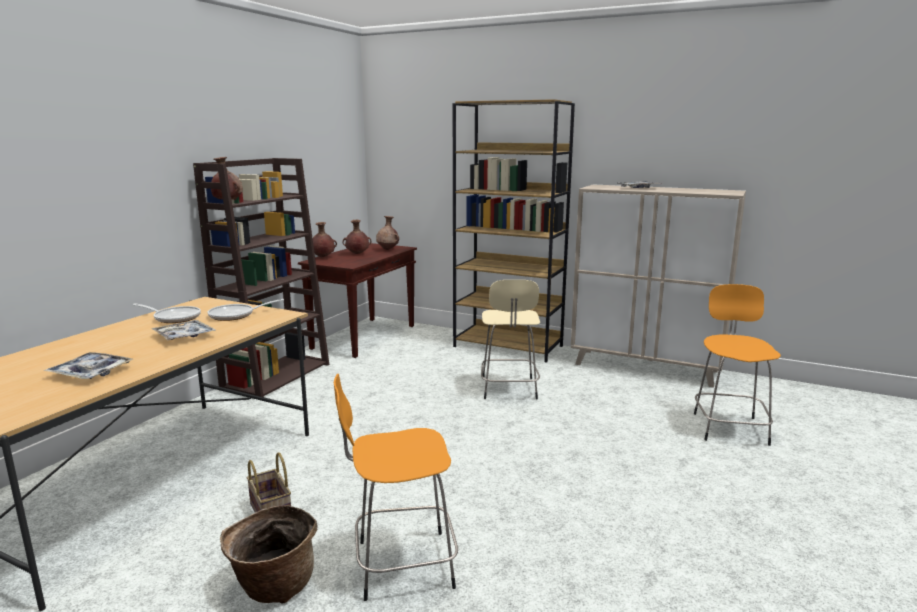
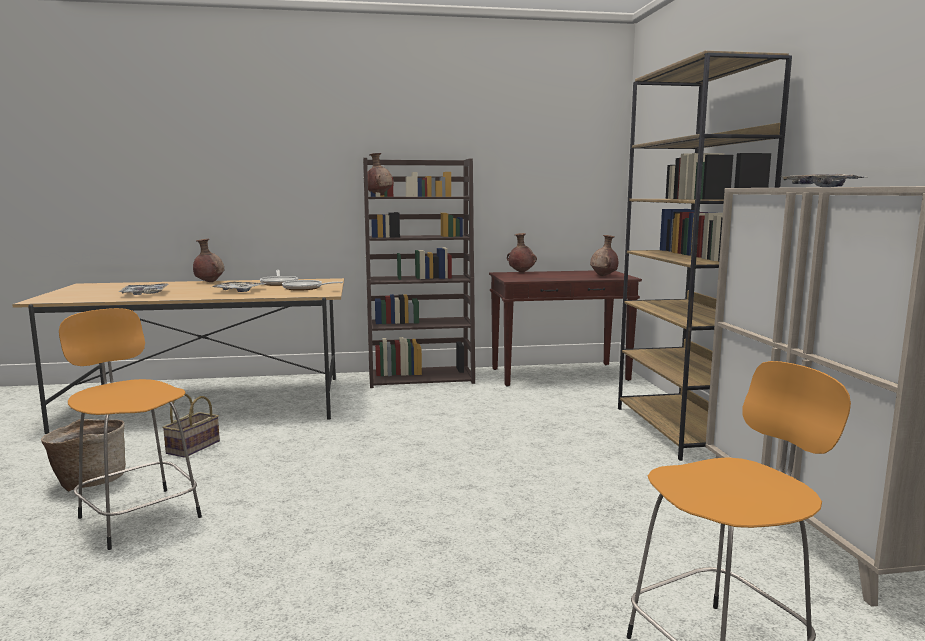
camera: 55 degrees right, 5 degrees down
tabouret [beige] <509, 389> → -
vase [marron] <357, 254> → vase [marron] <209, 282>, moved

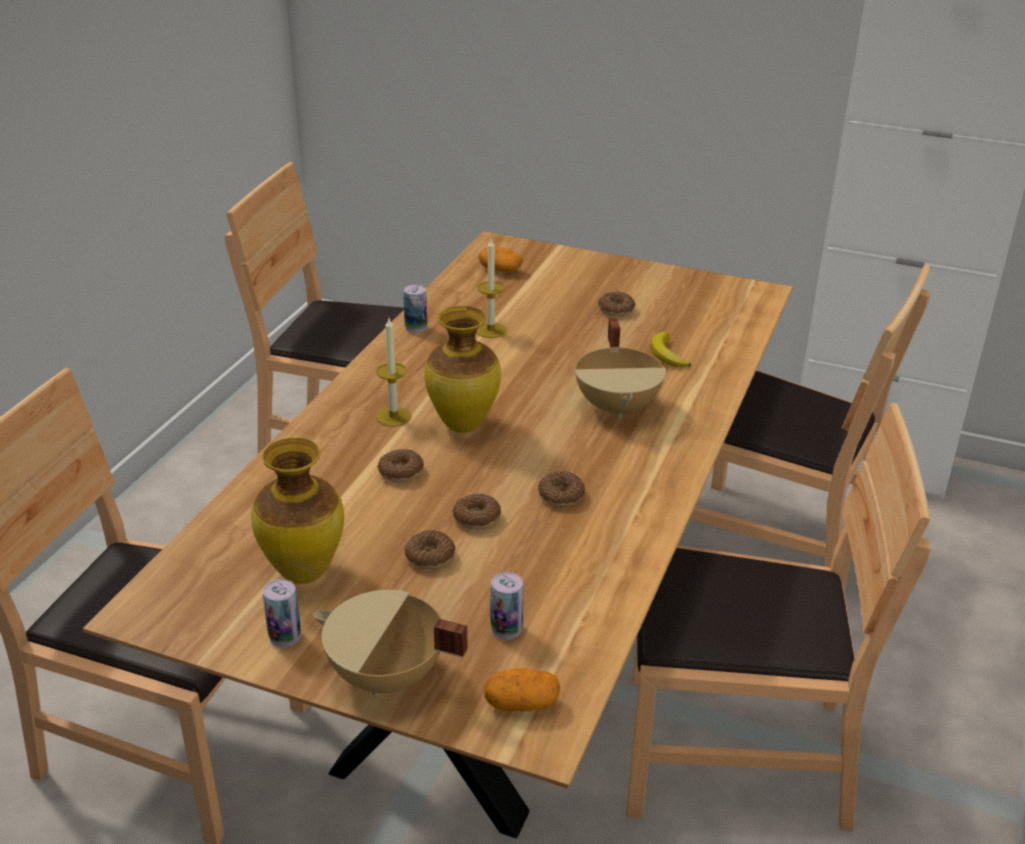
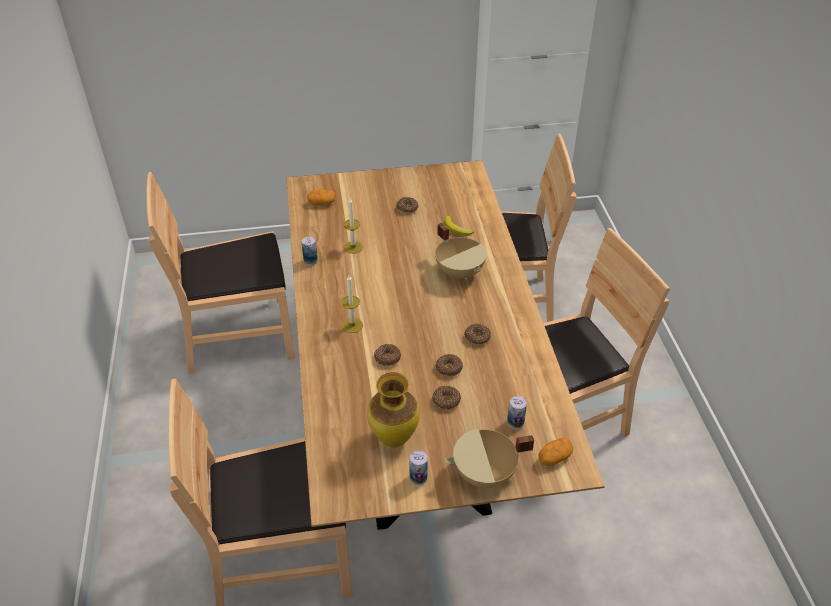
camera: 30 degrees left, 10 degrees up
vase <464, 426> → -

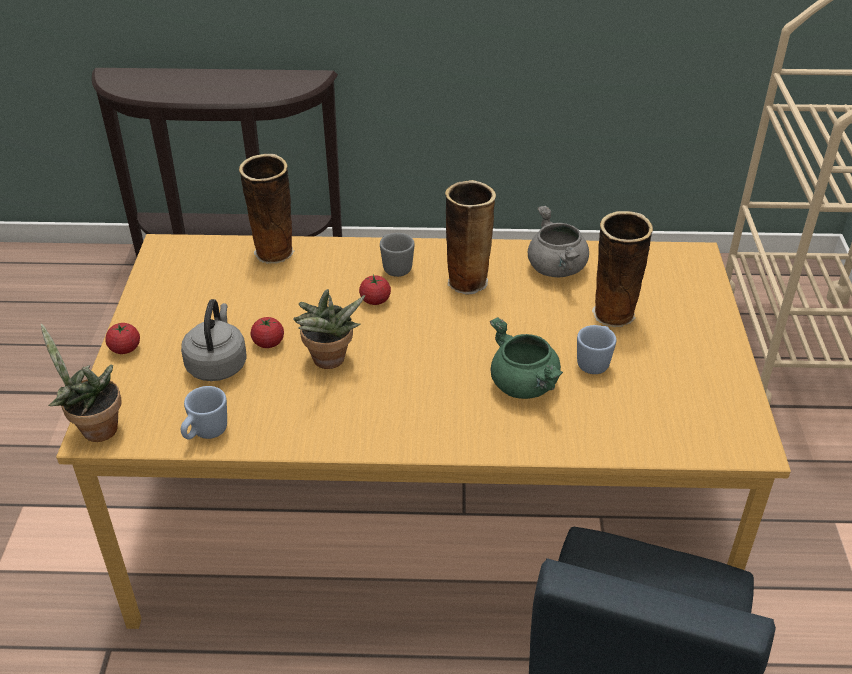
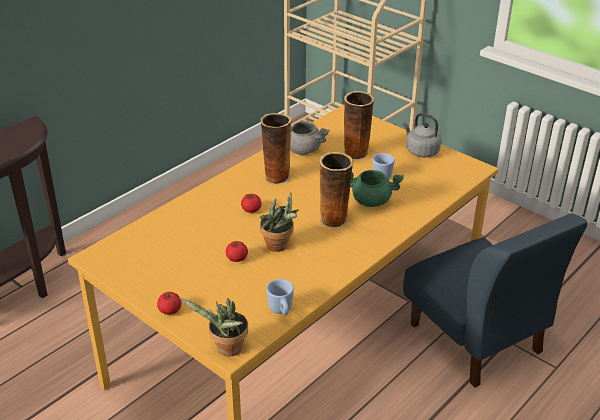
camera: 50 degrees left, 5 degrees down
mug [gris] <395, 267> → -
bouilloire [gris] <217, 364> → bouilloire [gris] <420, 151>, moved
vase <273, 253> → vase <334, 220>, moved

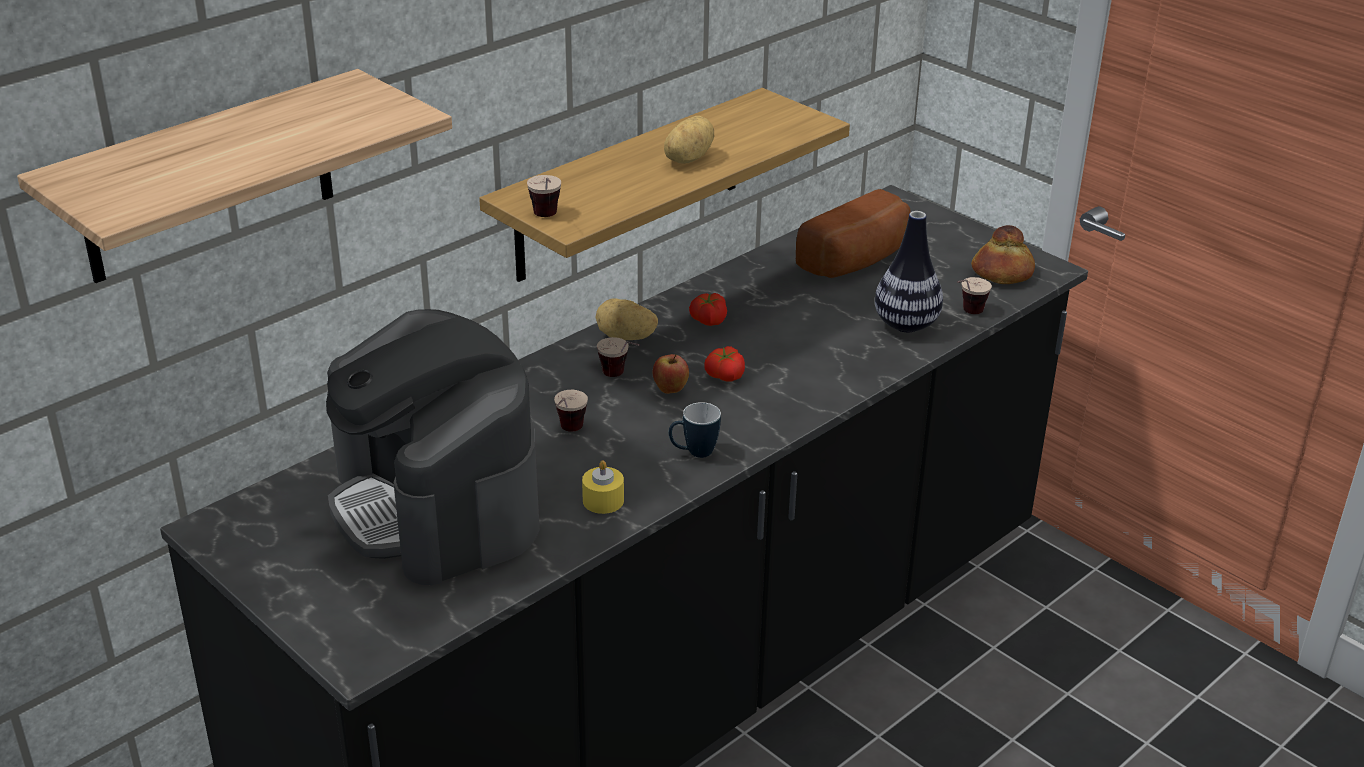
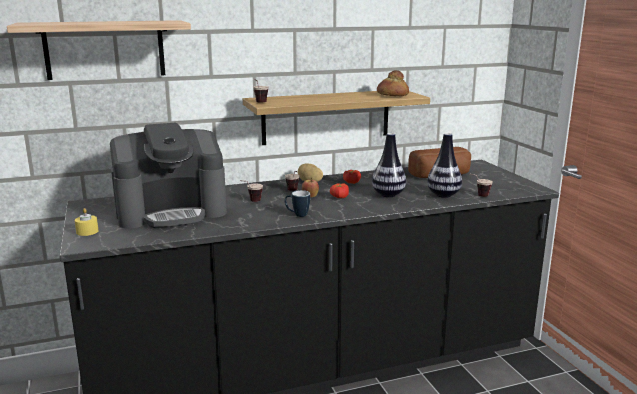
camera: 25 degrees right, 15 degrees down
pomme de terre <686, 158> → -
- → vase <388, 195>
bougie [jaune] <603, 500> → bougie [jaune] <87, 231>, moved
pain <1002, 273> → pain <392, 95>, moved
machine à café <436, 506> → machine à café <172, 211>, 105 degrees counterclockwise

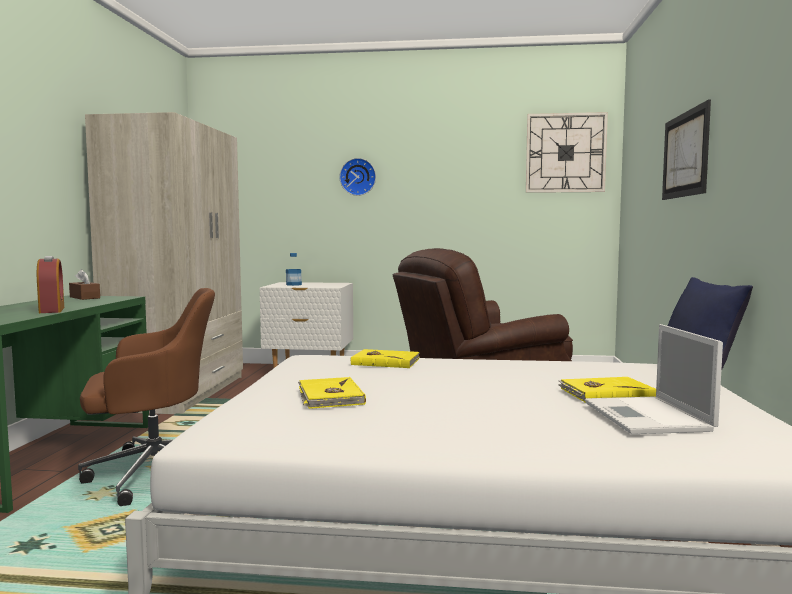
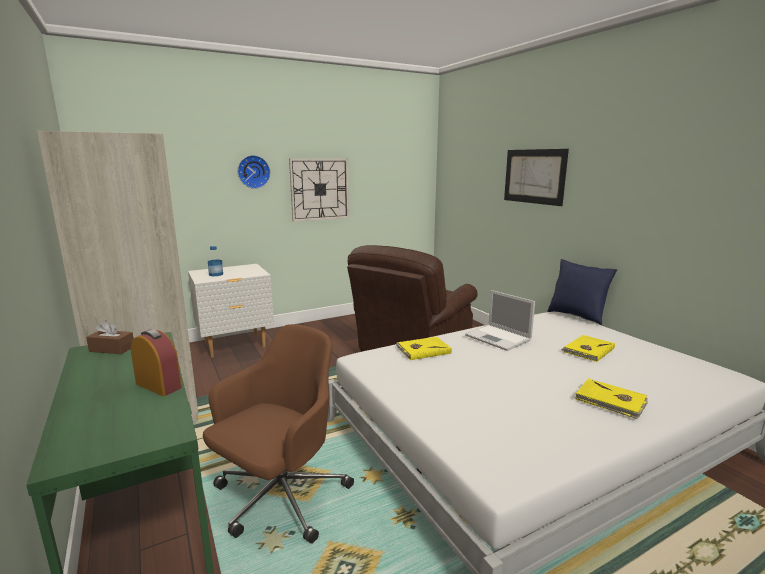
camera: 35 degrees left, 10 degrees up
livre [jaune] <329, 397> → livre [jaune] <610, 401>, moved
horloge murale <565, 153> → horloge murale <319, 189>, moved
ordinateur portable <648, 417> → ordinateur portable <499, 338>, moved

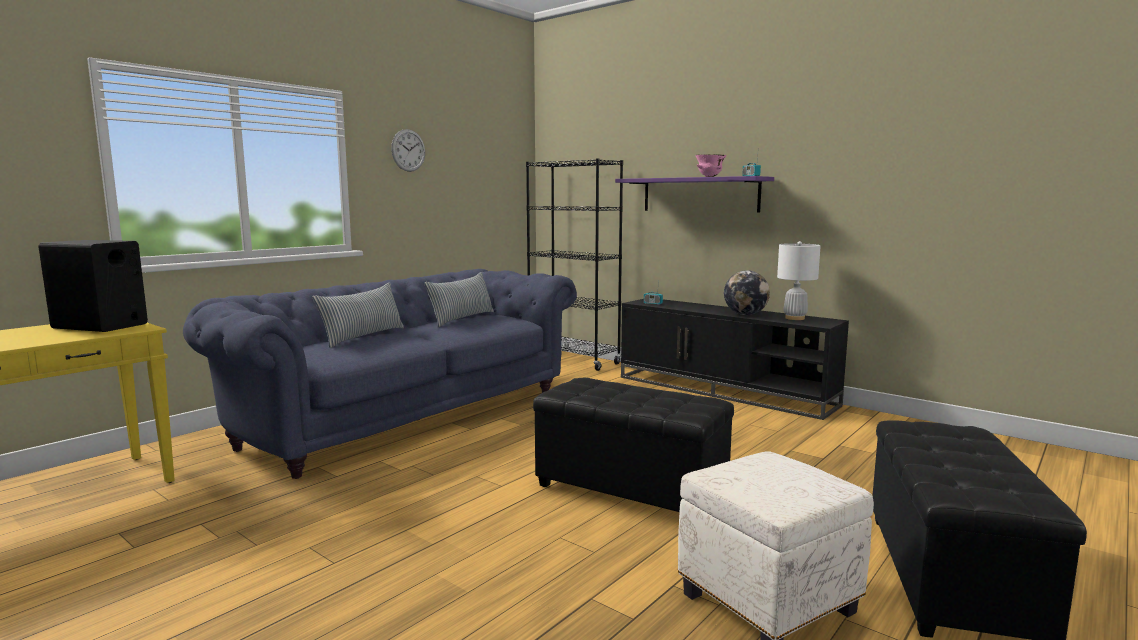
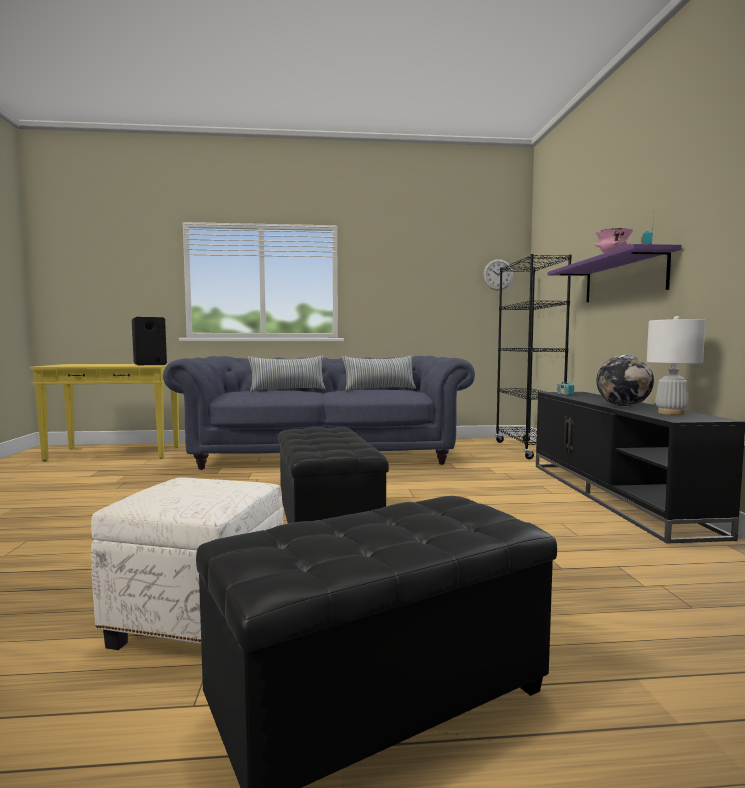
camera: 45 degrees right, 5 degrees down
horloge murale <408, 150> → horloge murale <498, 274>, moved

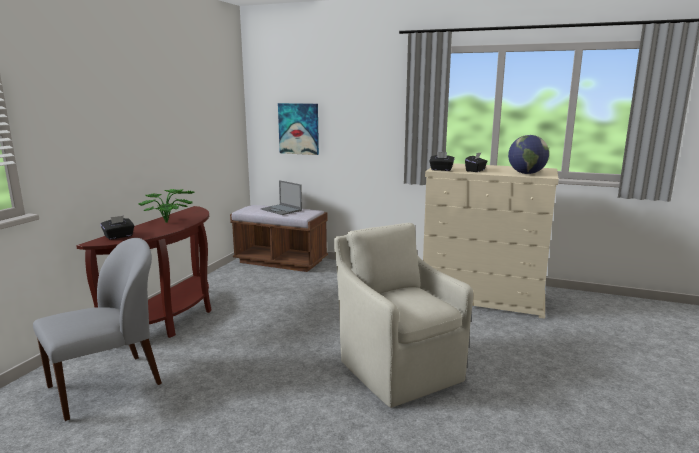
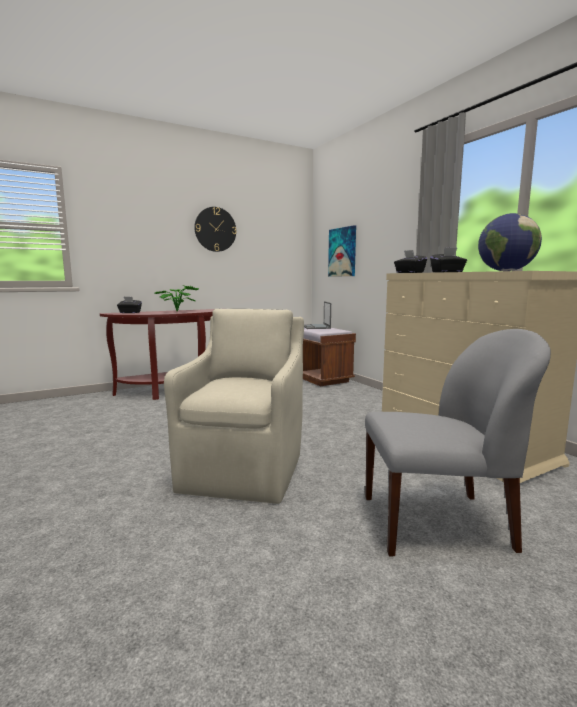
camera: 40 degrees right, 5 degrees down
- → horloge murale <215, 229>
chaise [gris] <108, 385> → chaise [gris] <438, 523>, moved

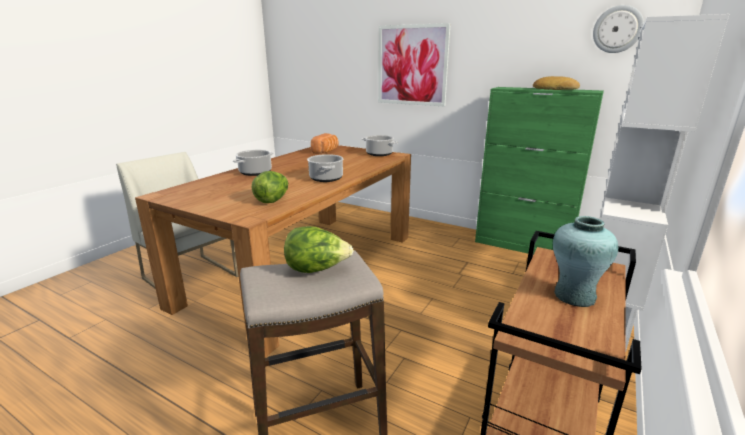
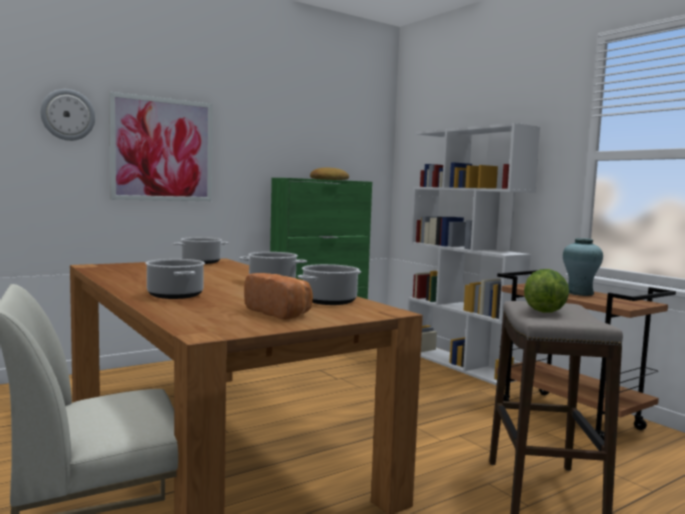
camera: 65 degrees left, 15 degrees down
pain <326, 151> → pain <281, 313>, moved
horloge murale <617, 29> → horloge murale <68, 115>, moved
laitue <273, 200> → marmite <329, 301>

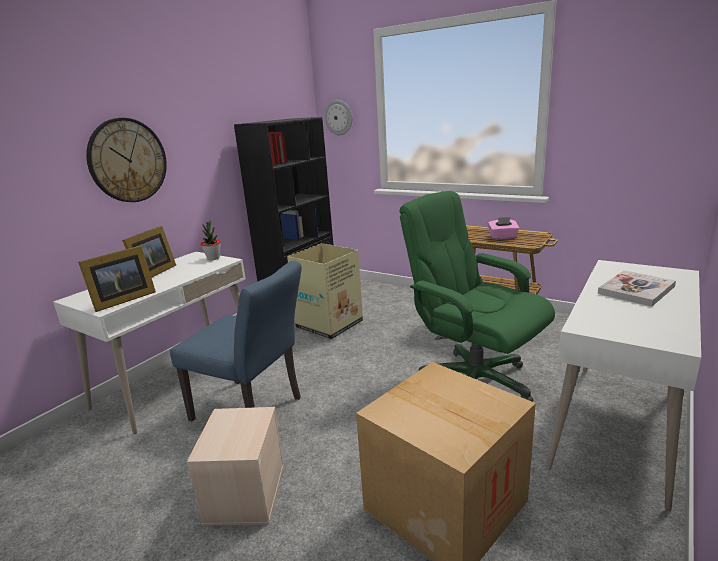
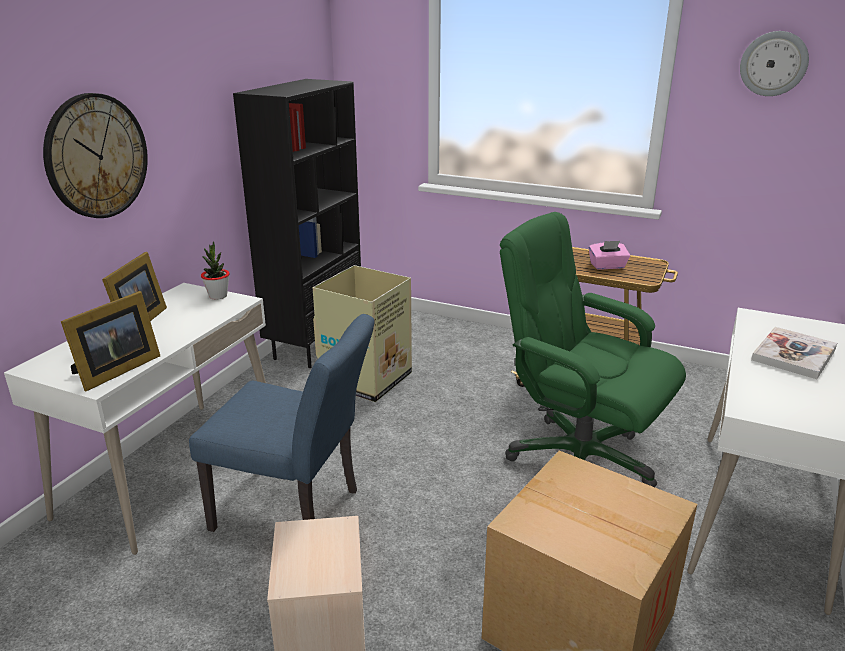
camera: 10 degrees left, 5 degrees up
horloge murale <339, 117> → horloge murale <773, 63>, moved

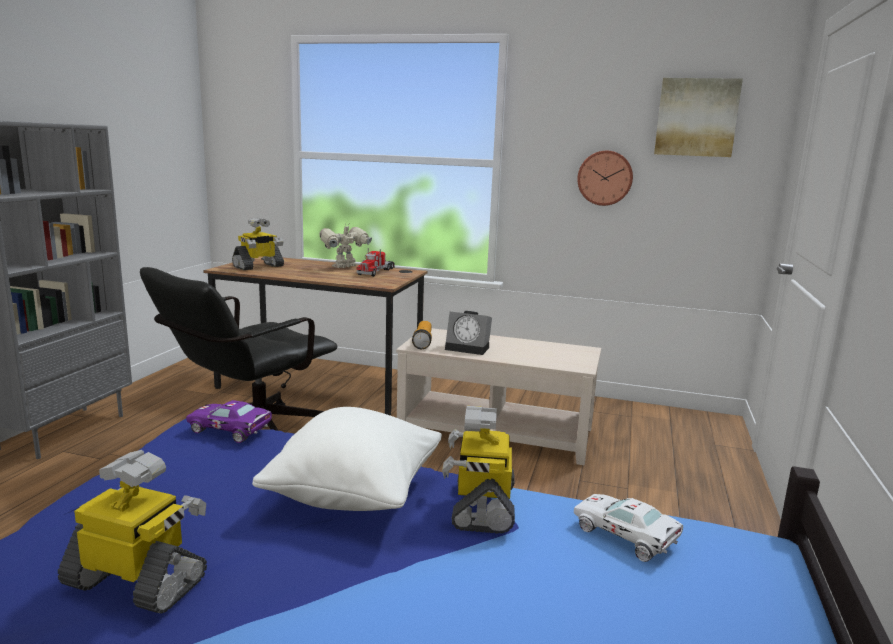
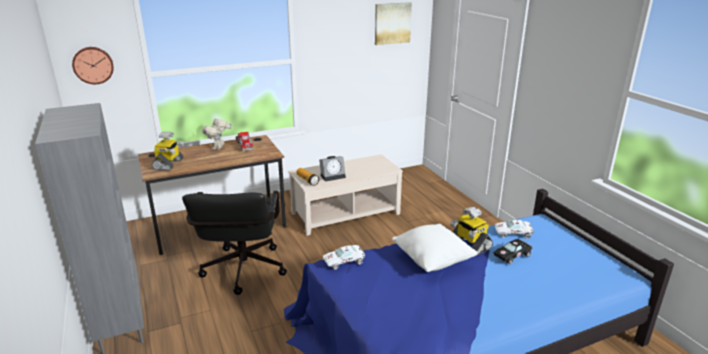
camera: 40 degrees left, 10 degrees up
robot jouet <138, 581> → -
- → petite voiture [noir] <512, 255>
horloge murale <605, 178> → horloge murale <93, 65>, moved
petite voiture [violet] <232, 430> → petite voiture [blanc] <345, 261>

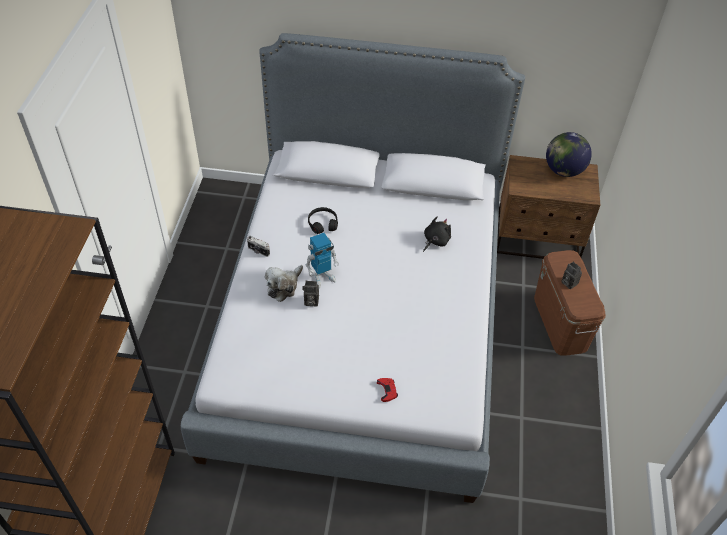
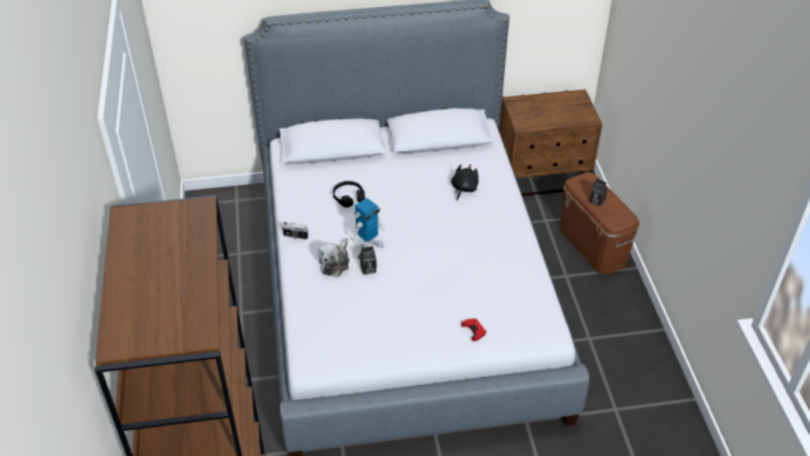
camera: 15 degrees left, 5 degrees down
globe <563, 171> → -

